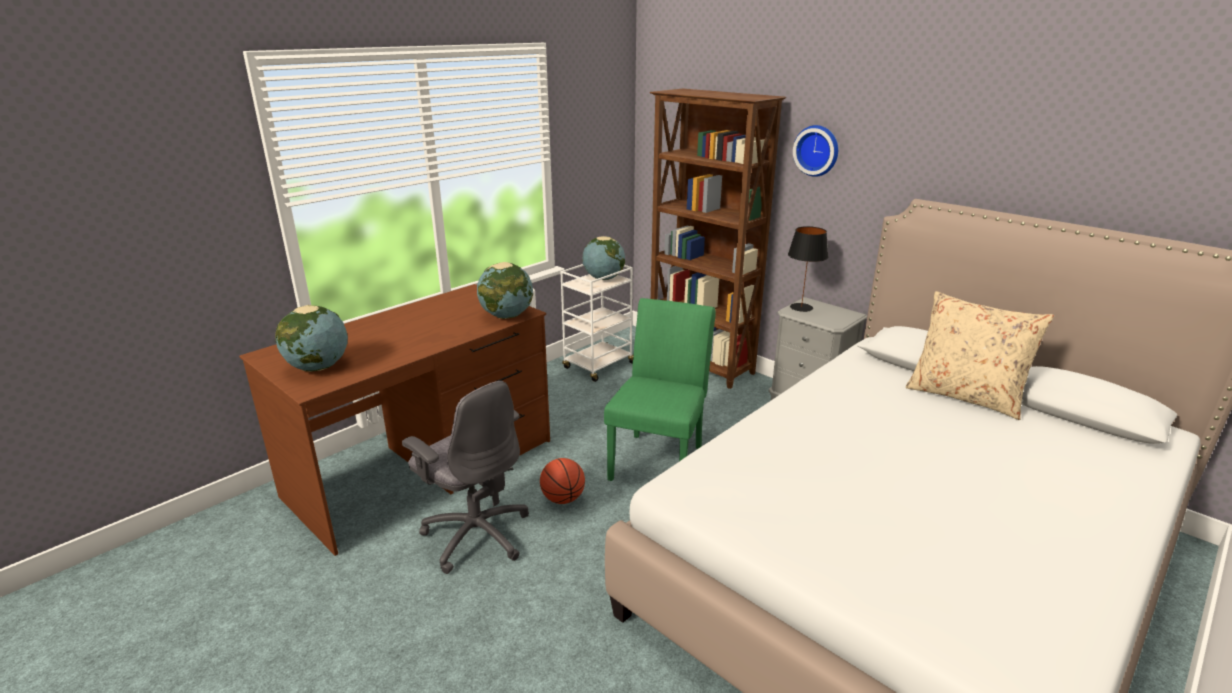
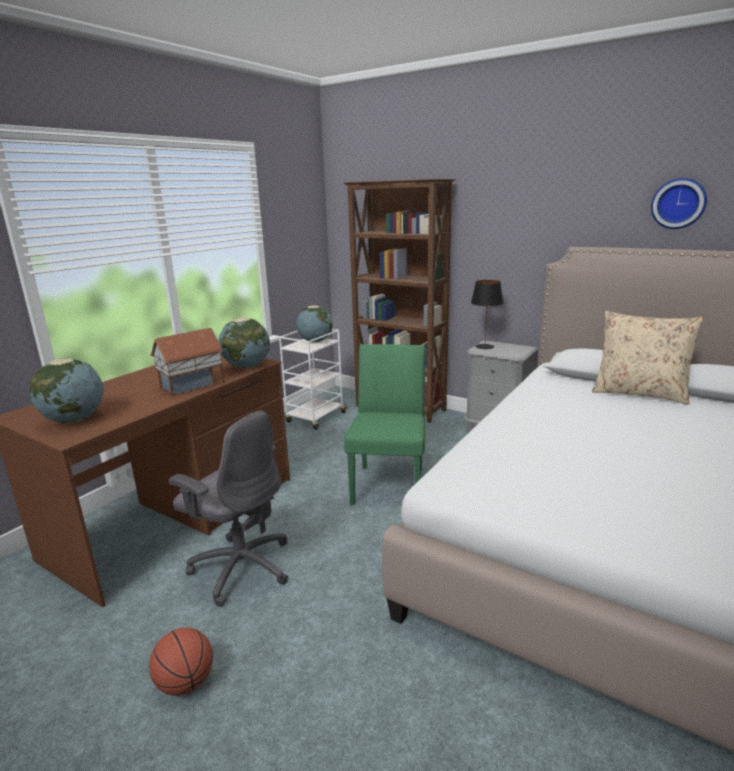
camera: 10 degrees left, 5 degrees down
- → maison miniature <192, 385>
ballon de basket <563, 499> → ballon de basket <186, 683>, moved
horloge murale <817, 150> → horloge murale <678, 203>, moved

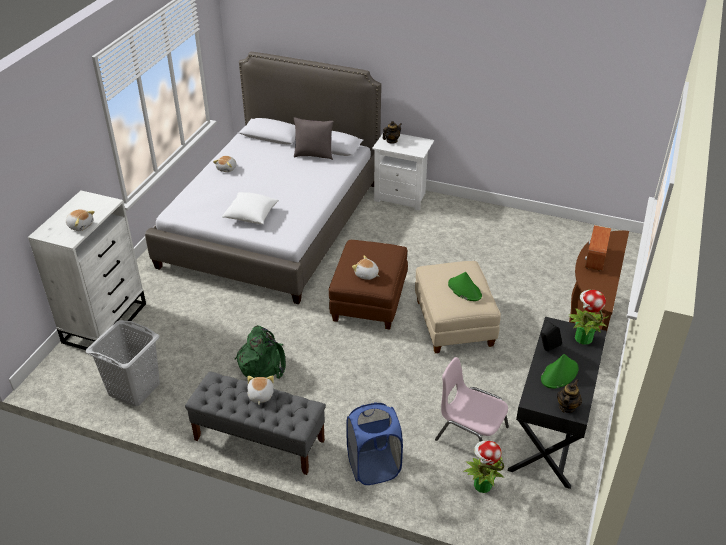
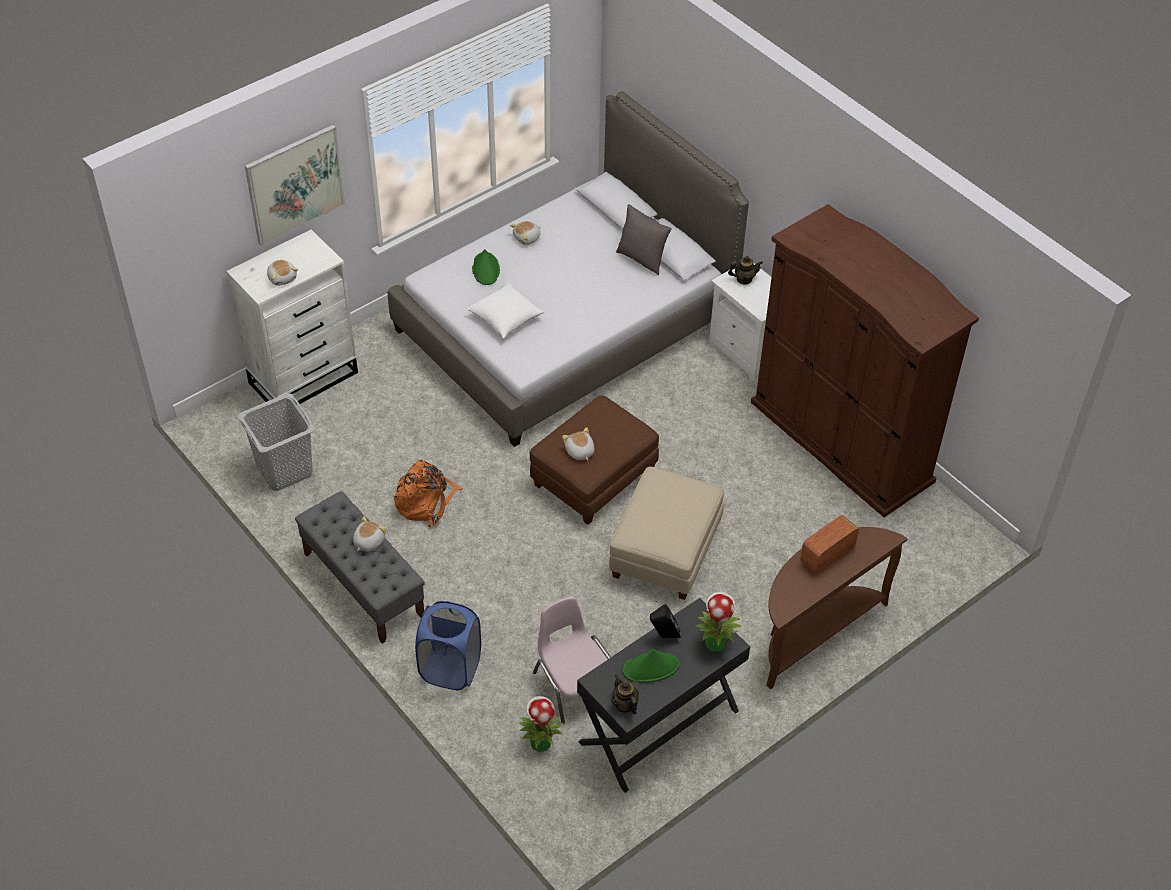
camera: 30 degrees right, 10 degrees up
- → tableau <295, 184>
- → armoire [marron] <841, 441>
chapeau [vert] <464, 290> → chapeau [vert] <485, 269>, moved
sac à dos [vert] <263, 363> → sac à dos [orange] <426, 502>
théière <567, 407> → théière <624, 705>, 90 degrees counterclockwise

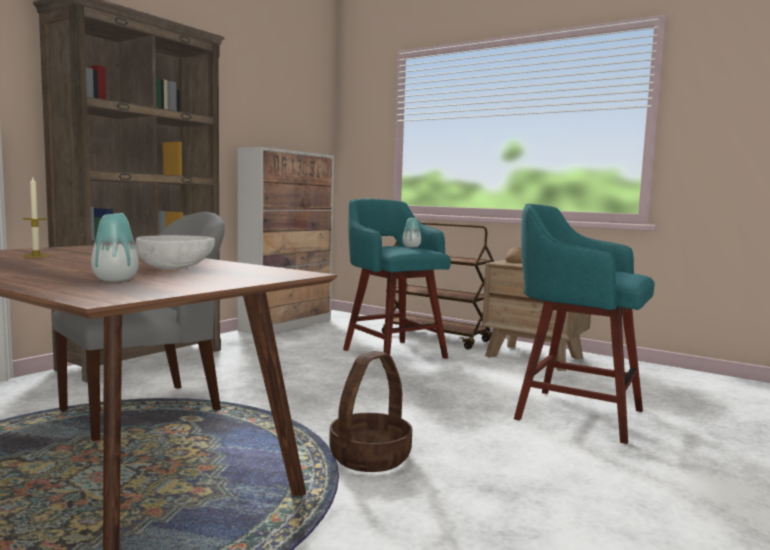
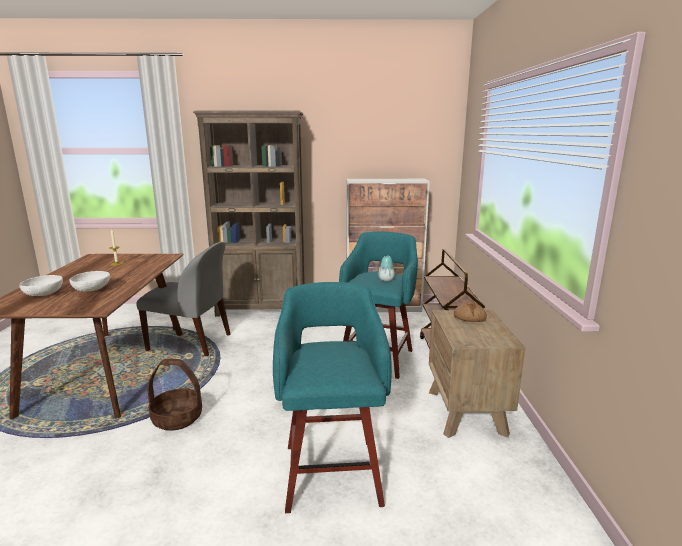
camera: 55 degrees right, 10 degrees up
vase <115, 279> → bol [blanc] <44, 295>

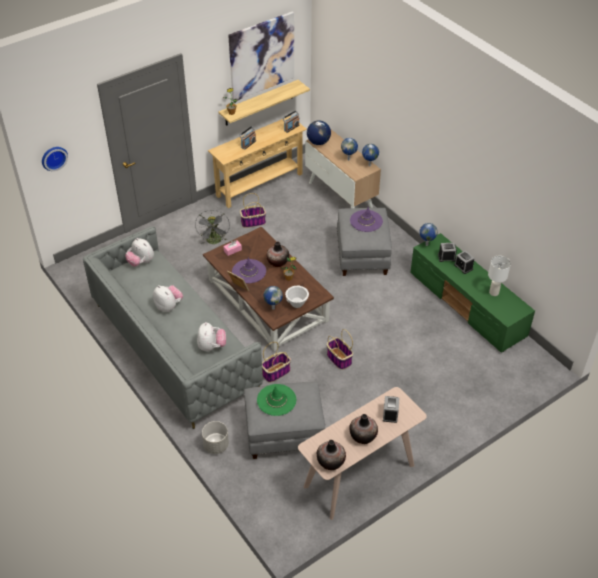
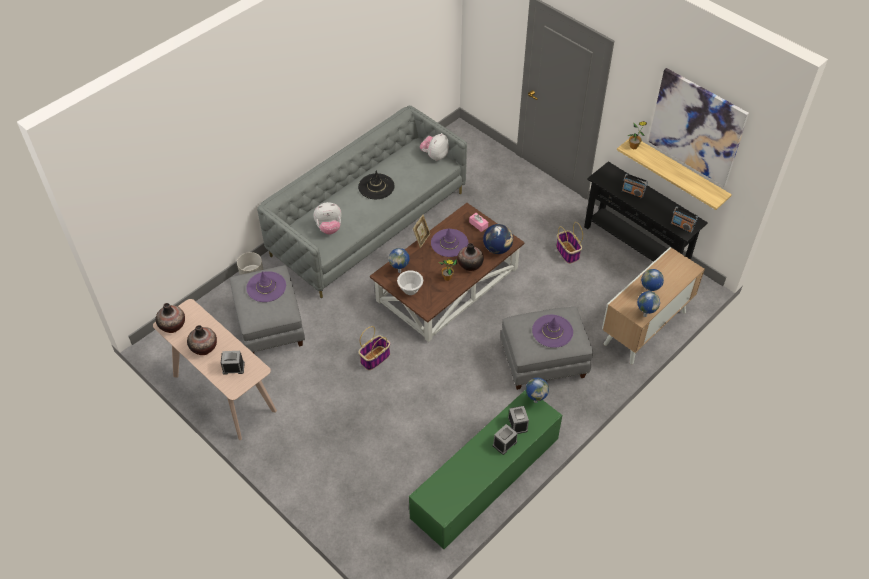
camera: 80 degrees right, 5 degrees up
horloge murale <53, 157> → -
ventilateur [gris] <214, 241> → -
panier <276, 372> → -
lampe de table [blanc] <493, 292> → -
globe <318, 142> → globe <497, 249>, moved
peluche <169, 306> → chapeau [noir] <376, 186>
table console [beige] <259, 184> → table console [noir] <635, 247>
chapeau [vert] <276, 400> → chapeau [violet] <266, 287>

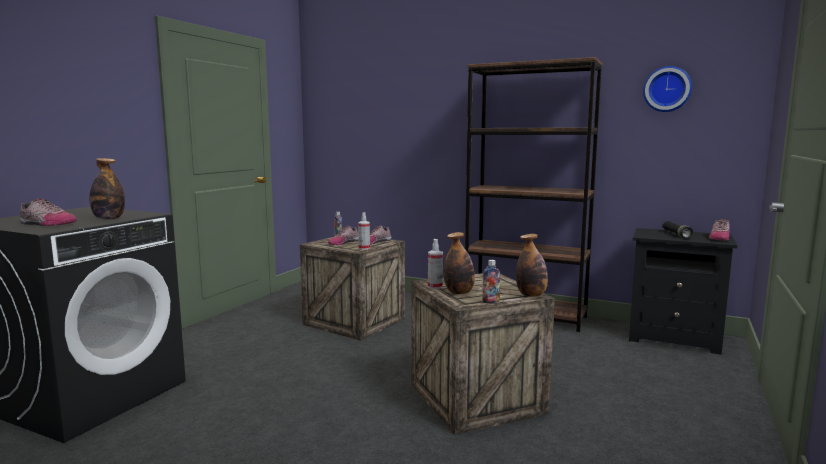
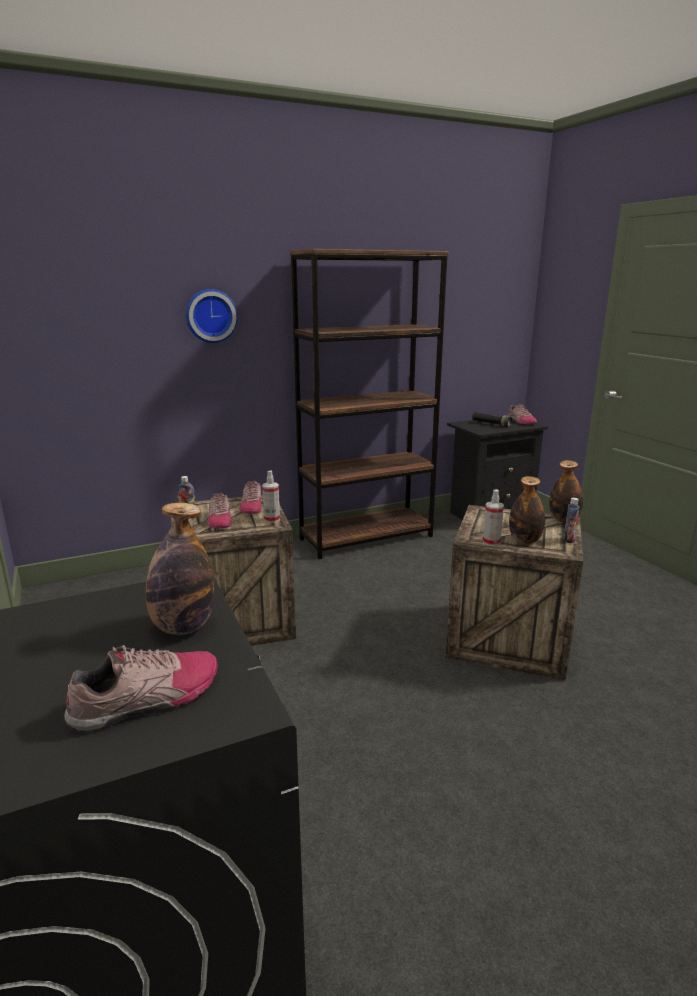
camera: 50 degrees left, 10 degrees up
horloge murale <667, 89> → horloge murale <210, 316>, moved

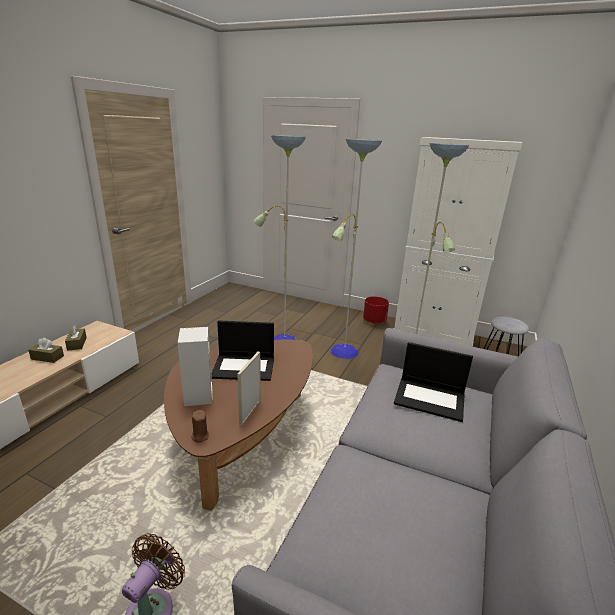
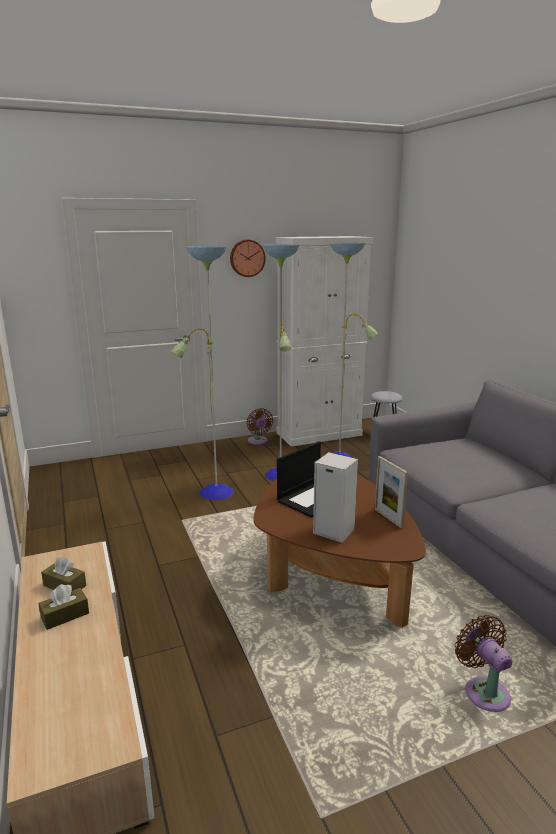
camera: 45 degrees left, 5 degrees down
bougie [marron] <200, 436> → -
ordinateur portable <430, 399> → -
- → horloge murale <247, 258>
cache-pot [rouge] <374, 321> → ventilateur [marron] <258, 441>

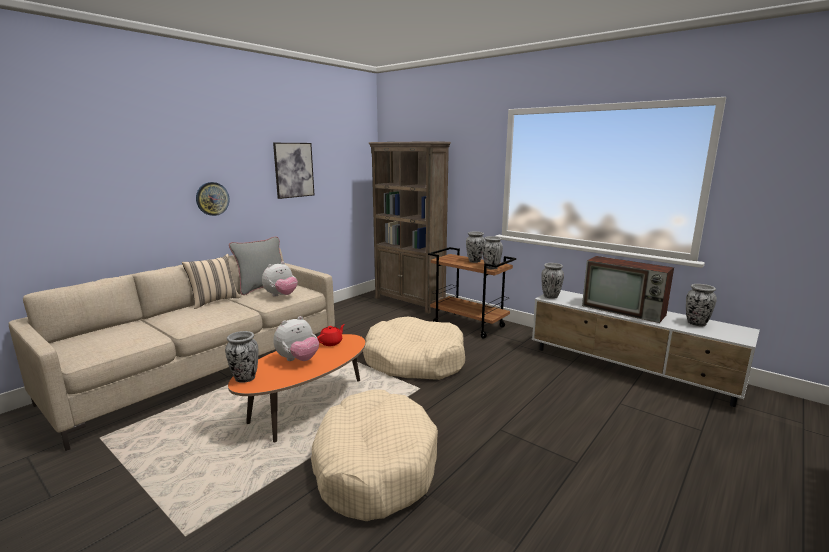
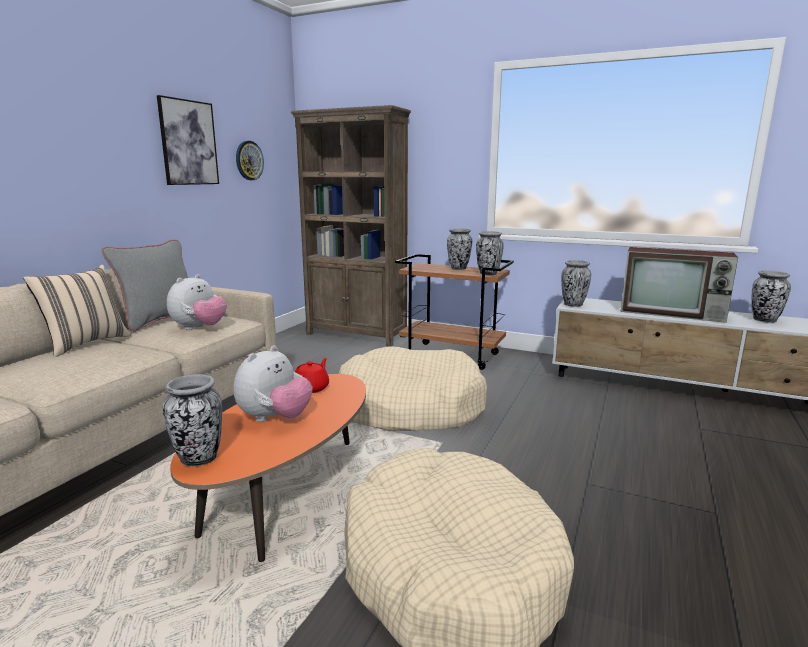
camera: 15 degrees left, 0 degrees up
horloge murale <212, 198> → horloge murale <249, 160>, moved

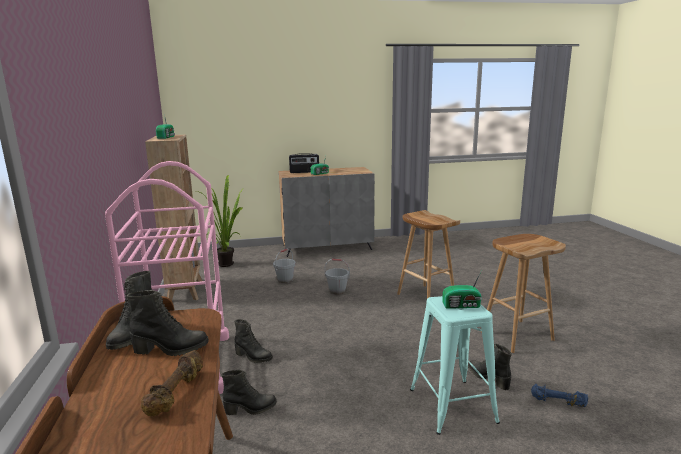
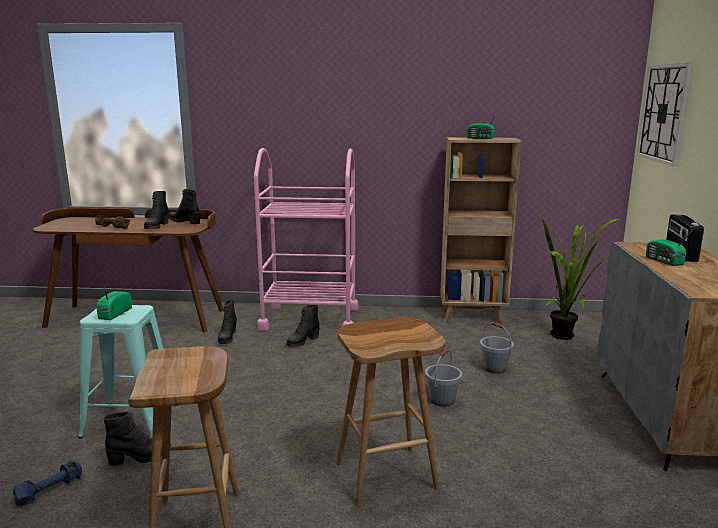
camera: 105 degrees right, 0 degrees up
- → horloge murale <664, 113>

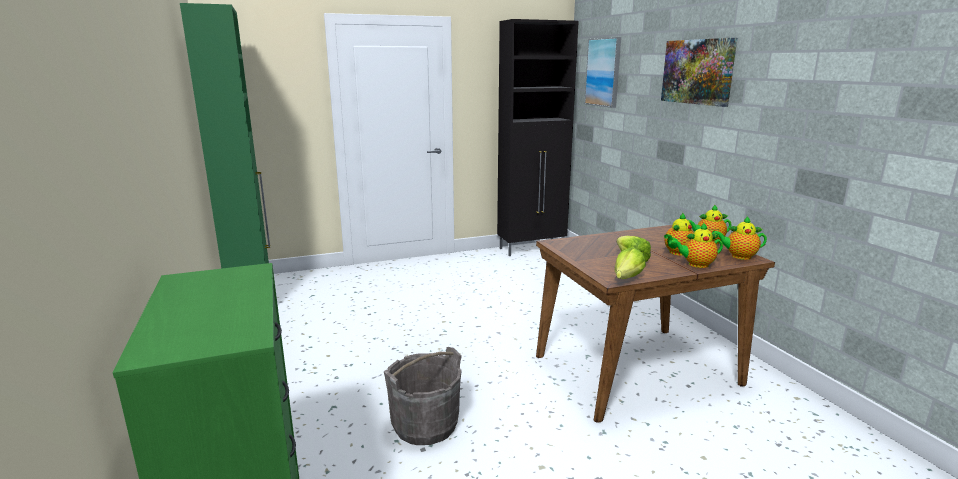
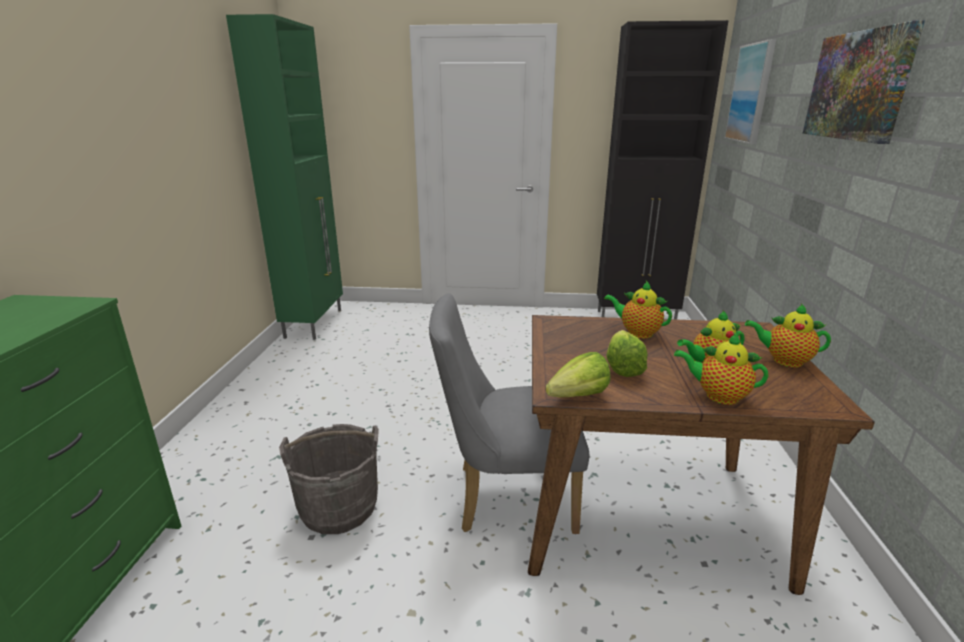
camera: 25 degrees right, 5 degrees up
- → chaise [gris] <505, 497>
théière <738, 256> → théière <637, 332>, moved

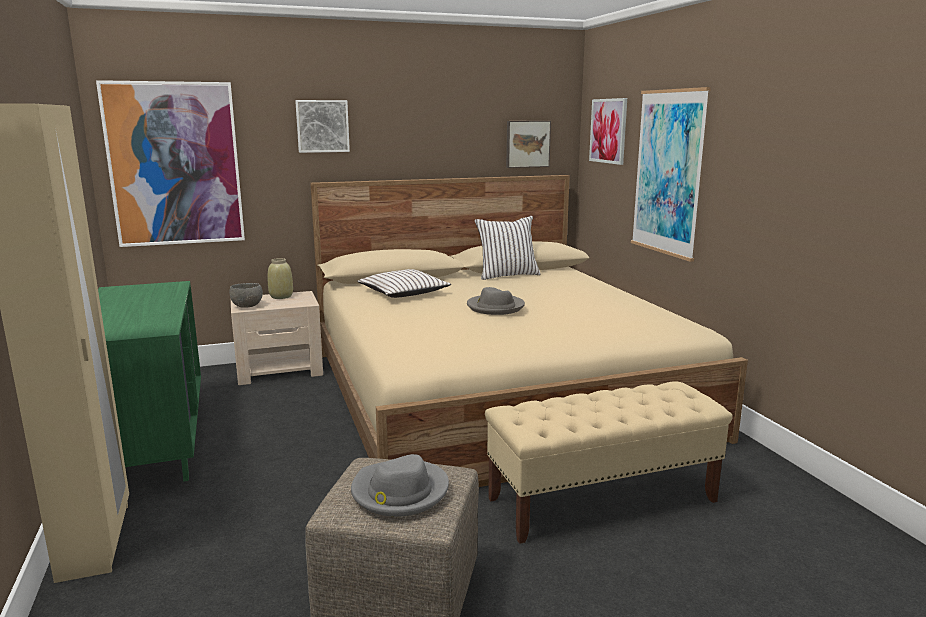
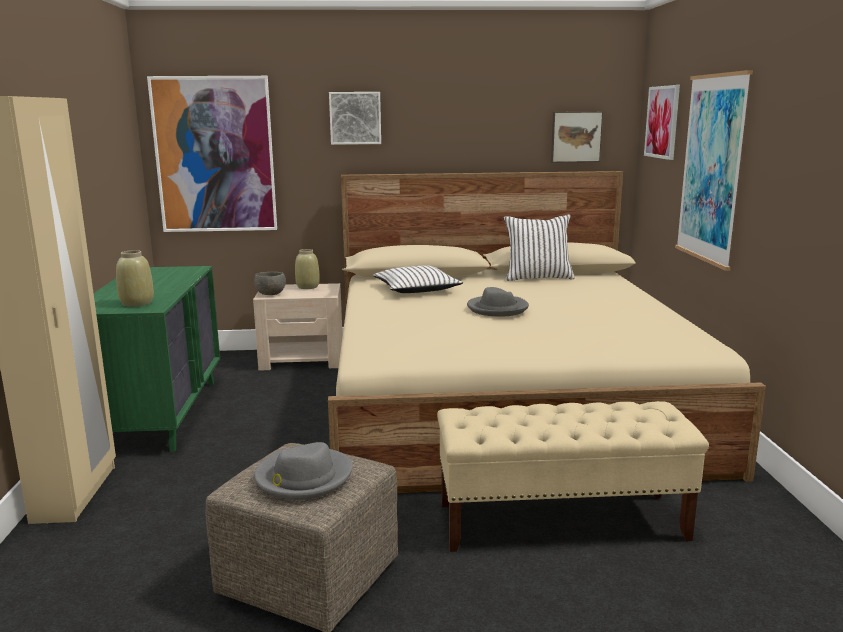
camera: 15 degrees right, 0 degrees up
- → vase [beige] <137, 303>

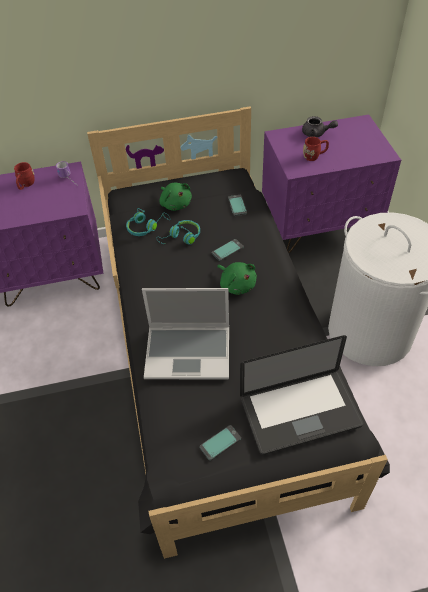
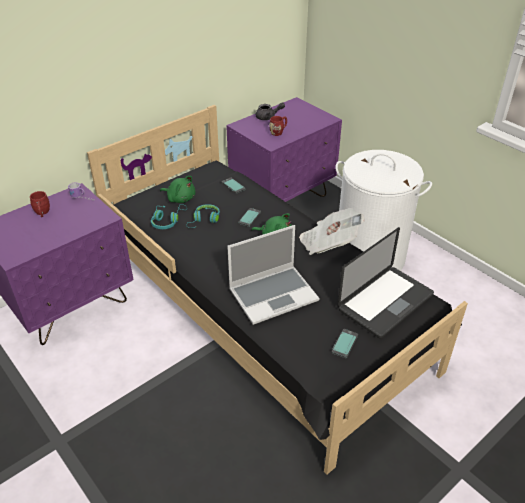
camera: 30 degrees left, 10 degrees down
- → journal <328, 243>

